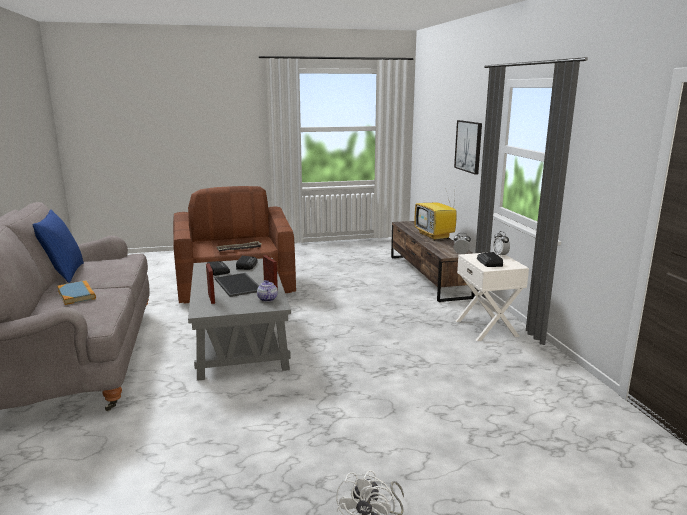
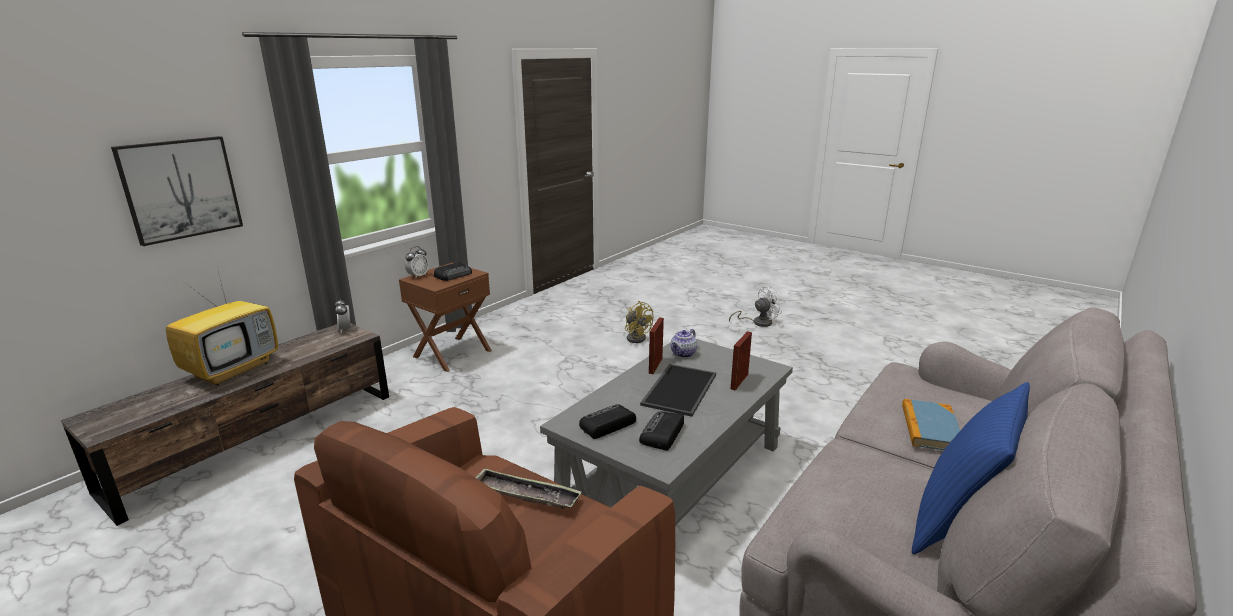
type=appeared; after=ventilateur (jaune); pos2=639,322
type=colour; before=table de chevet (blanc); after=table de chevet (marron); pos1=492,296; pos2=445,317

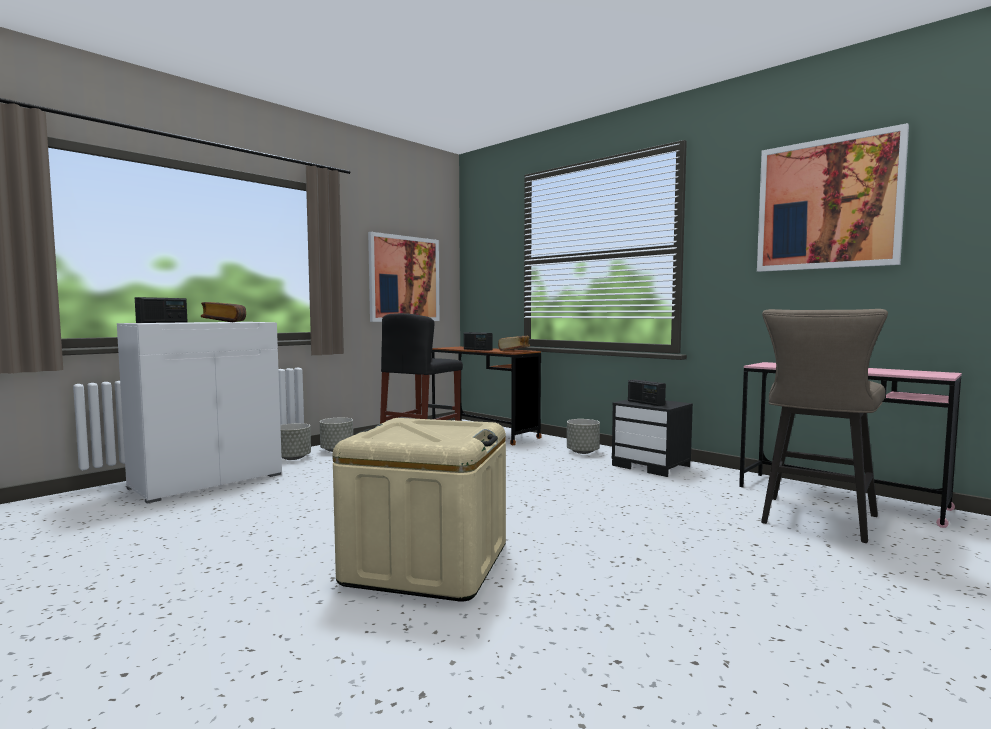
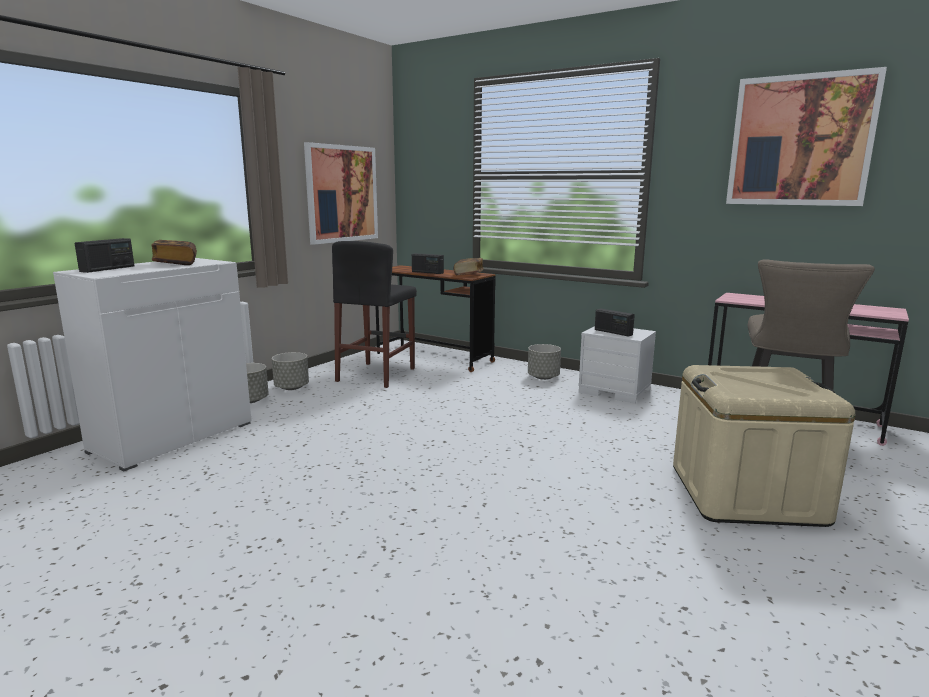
type=relocated; before=boîte de rangement (beige); pos1=419,510; pos2=764,446
type=colour; before=table de chevet (noir); after=table de chevet (blanc); pos1=652,438; pos2=617,365

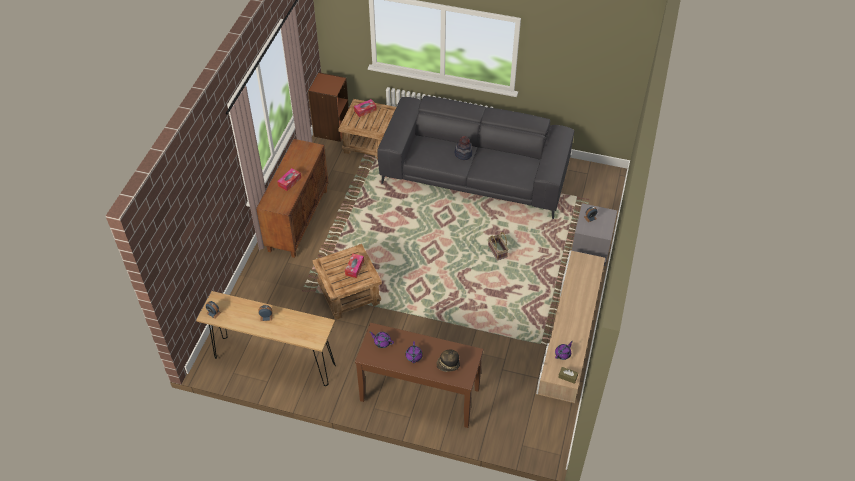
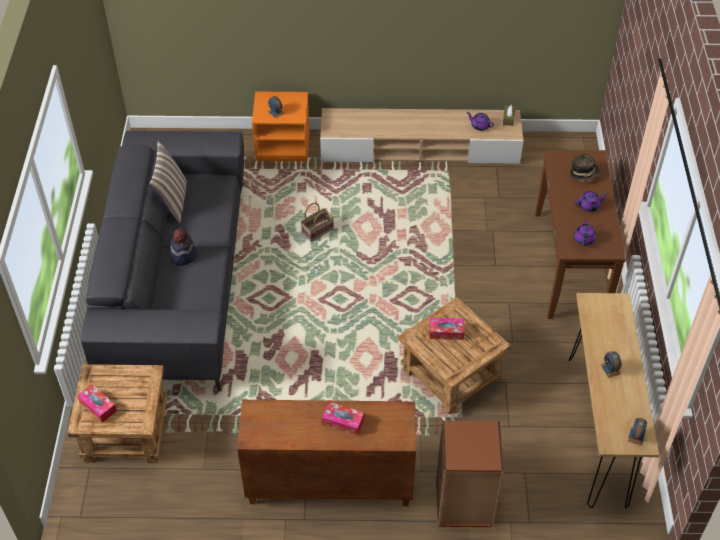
type=appeared; after=coussin; pos2=168,182
type=relocated; before=bibliothèque (marron); pos1=328,107; pos2=470,474
type=colour; before=table de chevet (gris); after=table de chevet (orange); pos1=594,234; pos2=281,126

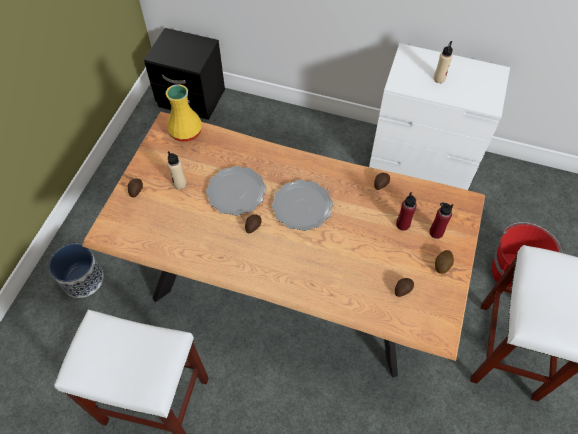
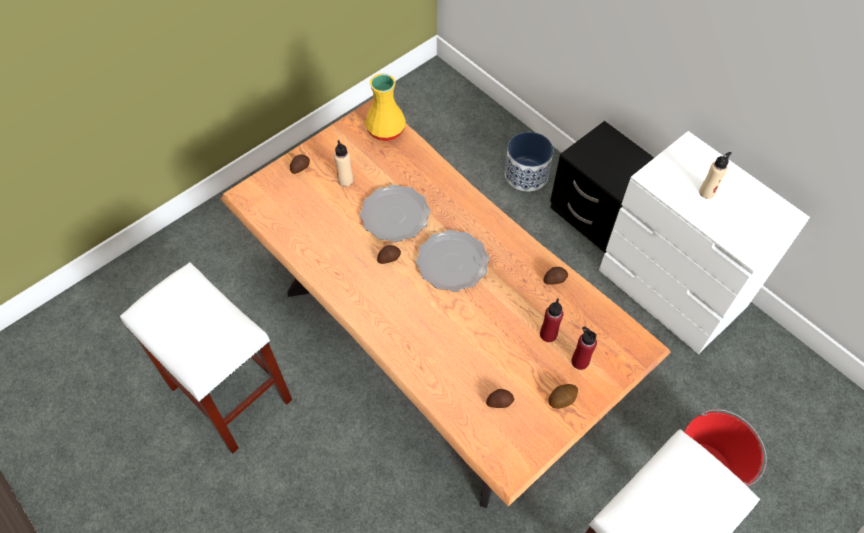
type=relocated; before=cache-pot; pos1=76,271; pos2=529,161
type=relocated; before=table de chevet (noir); pos1=184,74; pos2=602,187

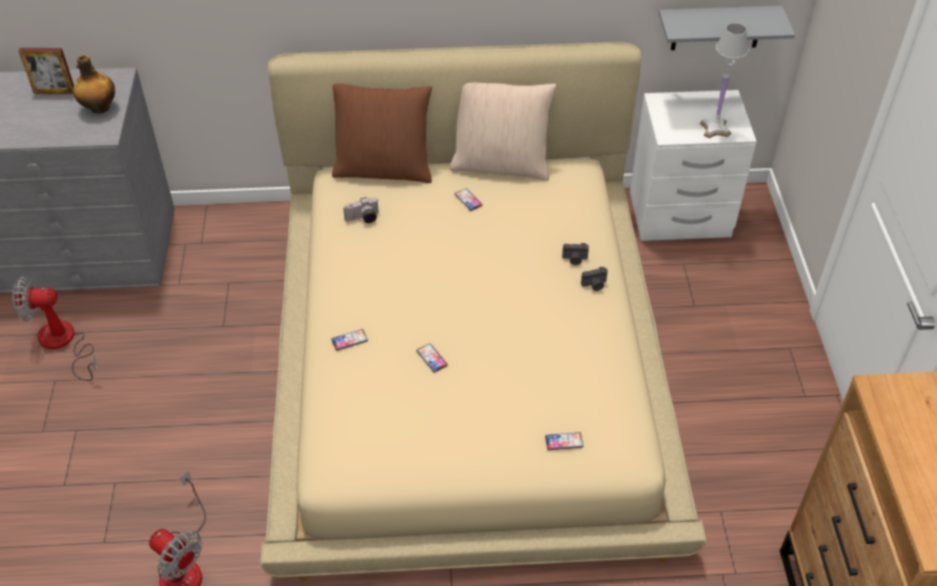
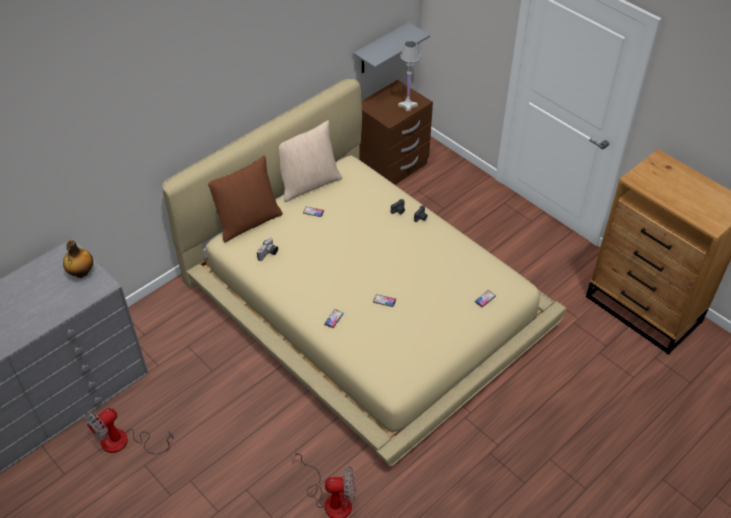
type=missing; before=cadre photo; pos1=46,71
type=colour; before=table de chevet (blanc); after=table de chevet (marron); pos1=693,165; pos2=396,132

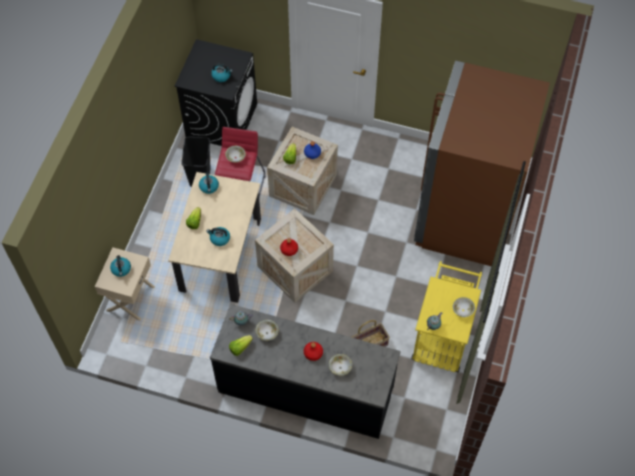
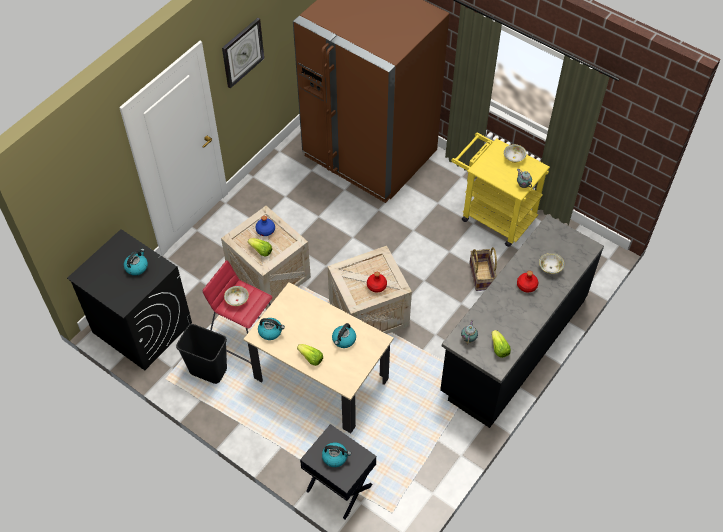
type=missing; before=bol; pos1=267,330
type=appeared; after=horloge murale; pos2=243,53
type=colour; before=table de chevet (beige); after=table de chevet (noir); pos1=125,284; pos2=338,471

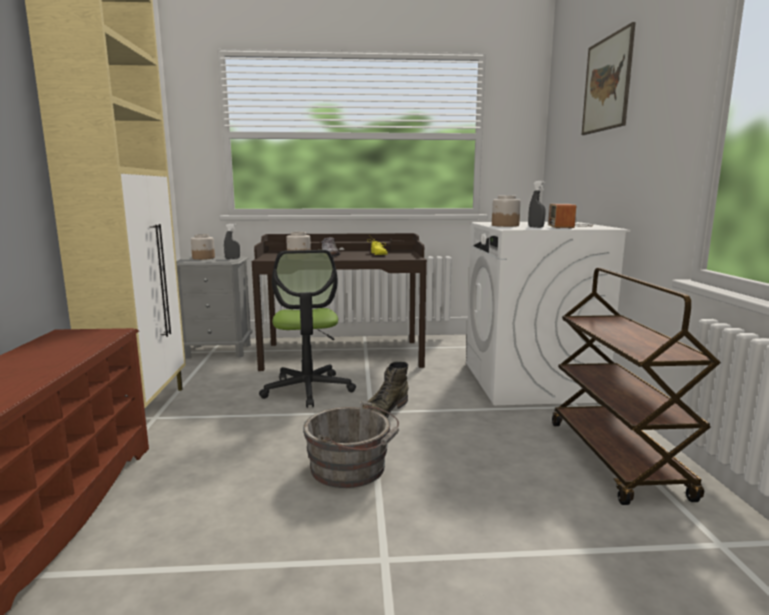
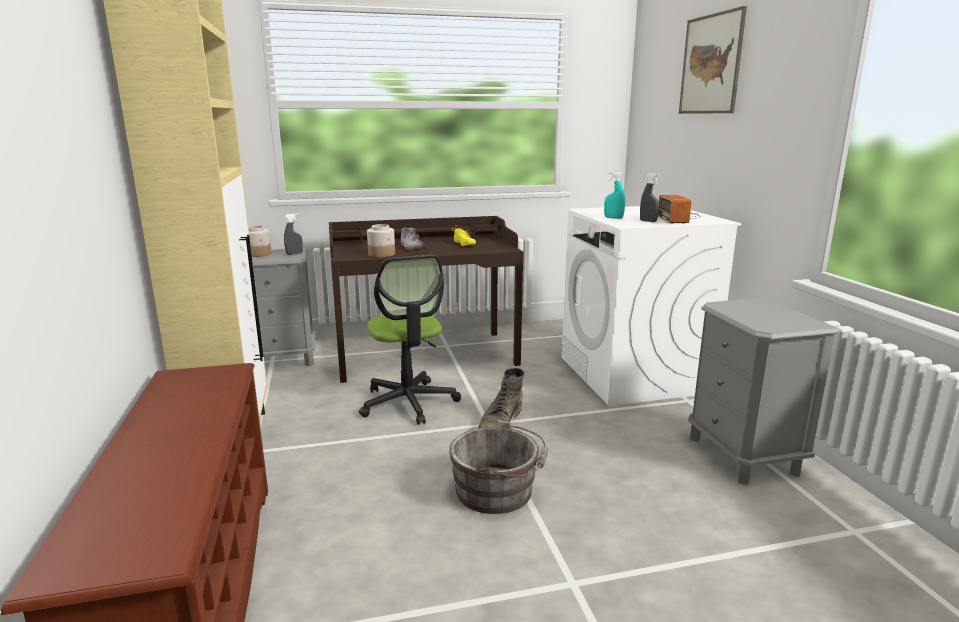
type=exchanged; before=bocal; after=vaporisateur (turquoise); pos1=506,211; pos2=614,195
type=exchanged; before=chariot (marron); after=table de chevet (gris); pos1=636,386; pos2=763,391

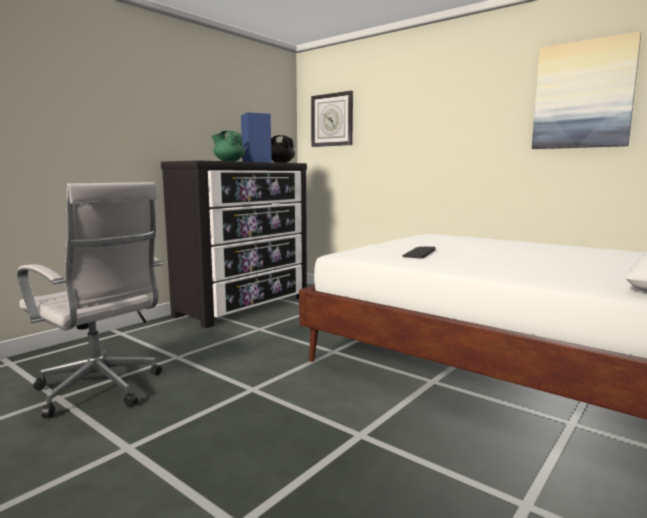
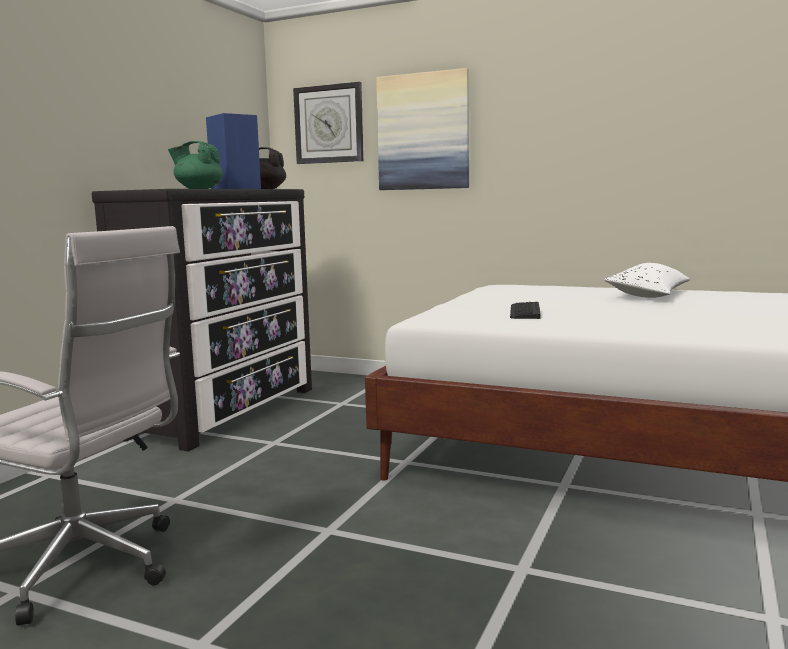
type=appeared; after=coussin (blanc); pos2=647,280
type=relocated; before=tableau; pos1=586,90; pos2=422,129

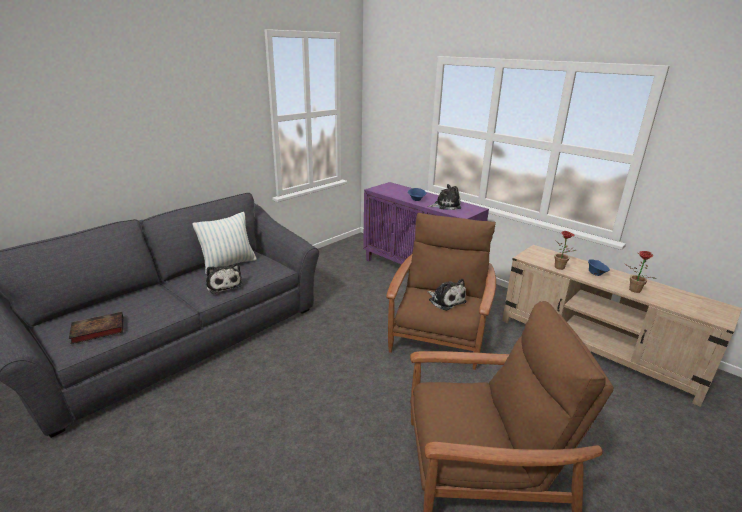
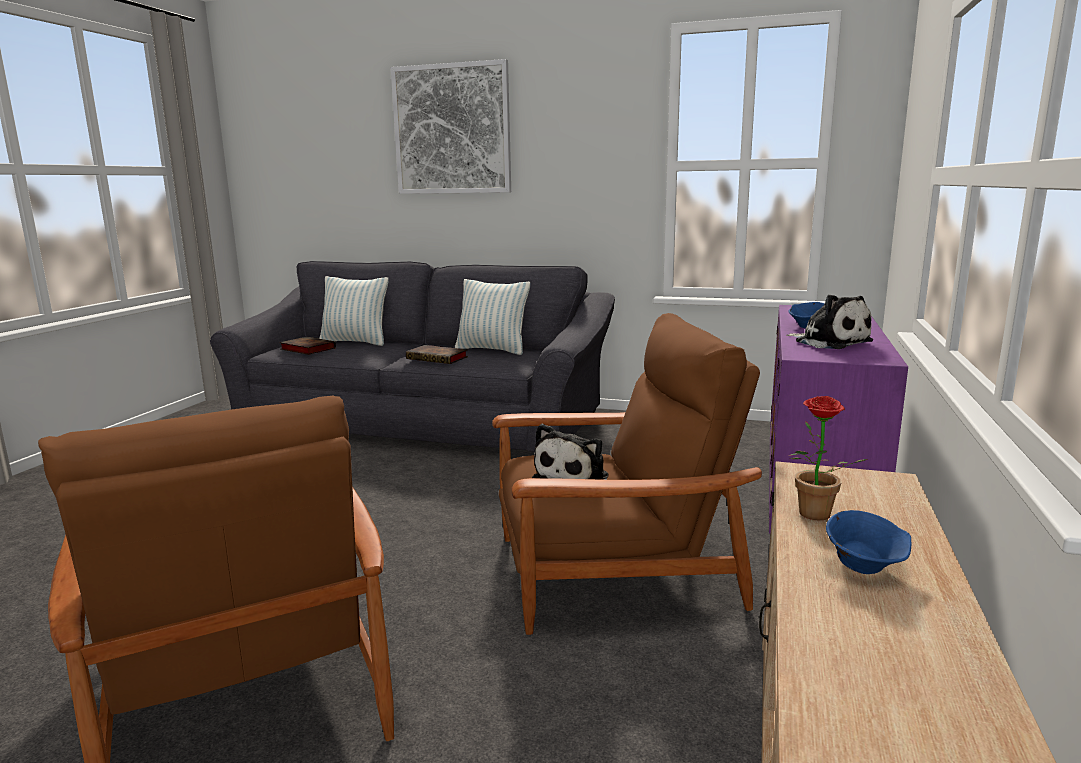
type=missing; before=plante en pot; pos1=641,272
type=appeared; after=coussin; pos2=354,311
type=appeared; after=tableau; pos2=451,126
type=exchanged; before=peluche; after=livre; pos1=224,278; pos2=437,354

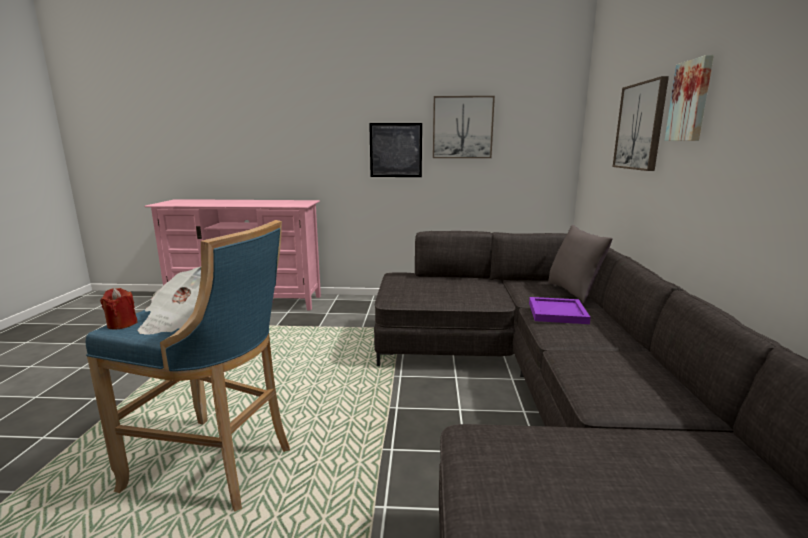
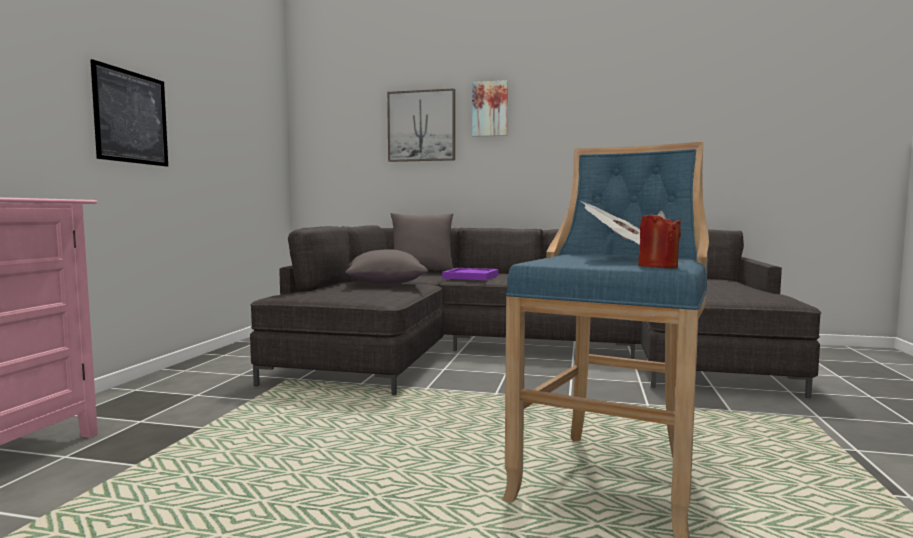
type=missing; before=tableau; pos1=464,127
type=appeared; after=coussin (gris); pos2=387,267

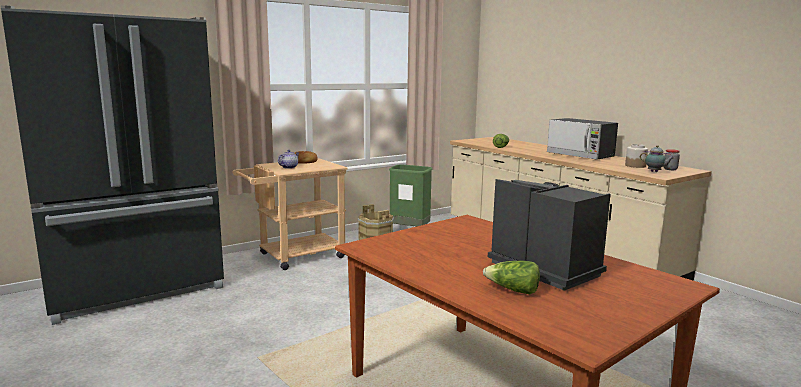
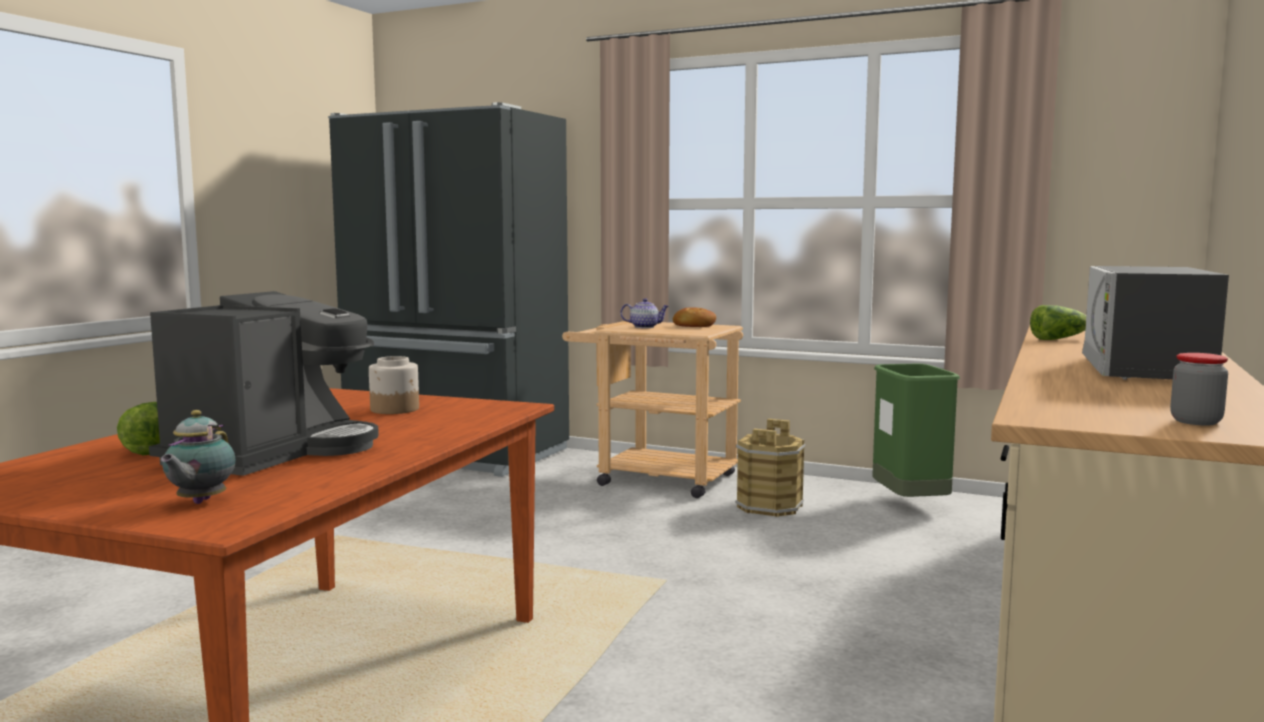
type=relocated; before=bocal; pos1=636,156; pos2=394,385
type=relocated; before=théière; pos1=657,158; pos2=198,457

